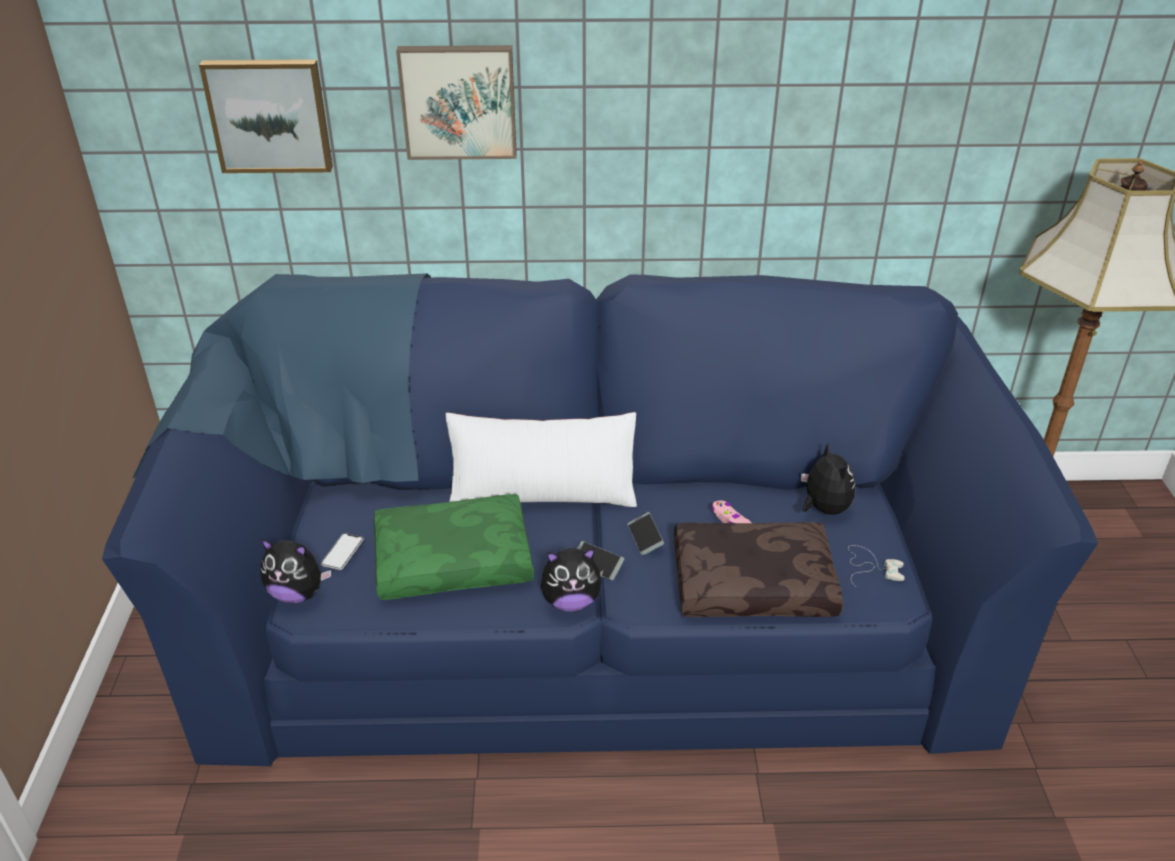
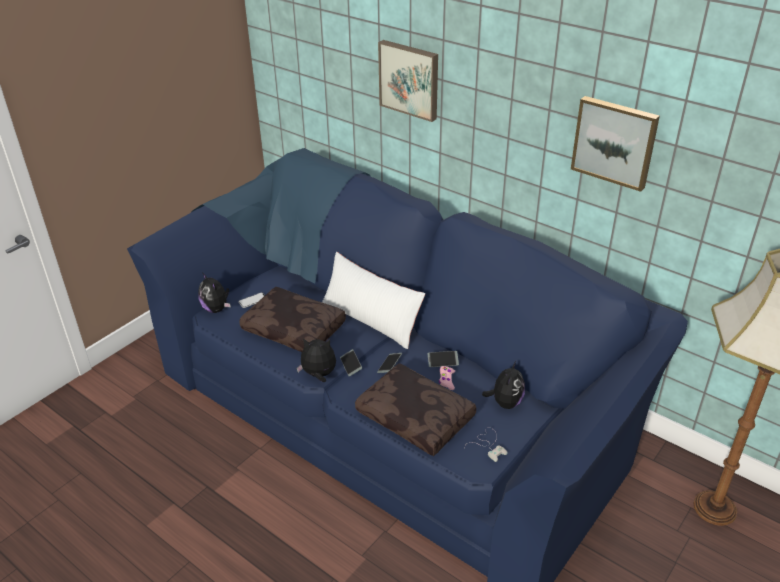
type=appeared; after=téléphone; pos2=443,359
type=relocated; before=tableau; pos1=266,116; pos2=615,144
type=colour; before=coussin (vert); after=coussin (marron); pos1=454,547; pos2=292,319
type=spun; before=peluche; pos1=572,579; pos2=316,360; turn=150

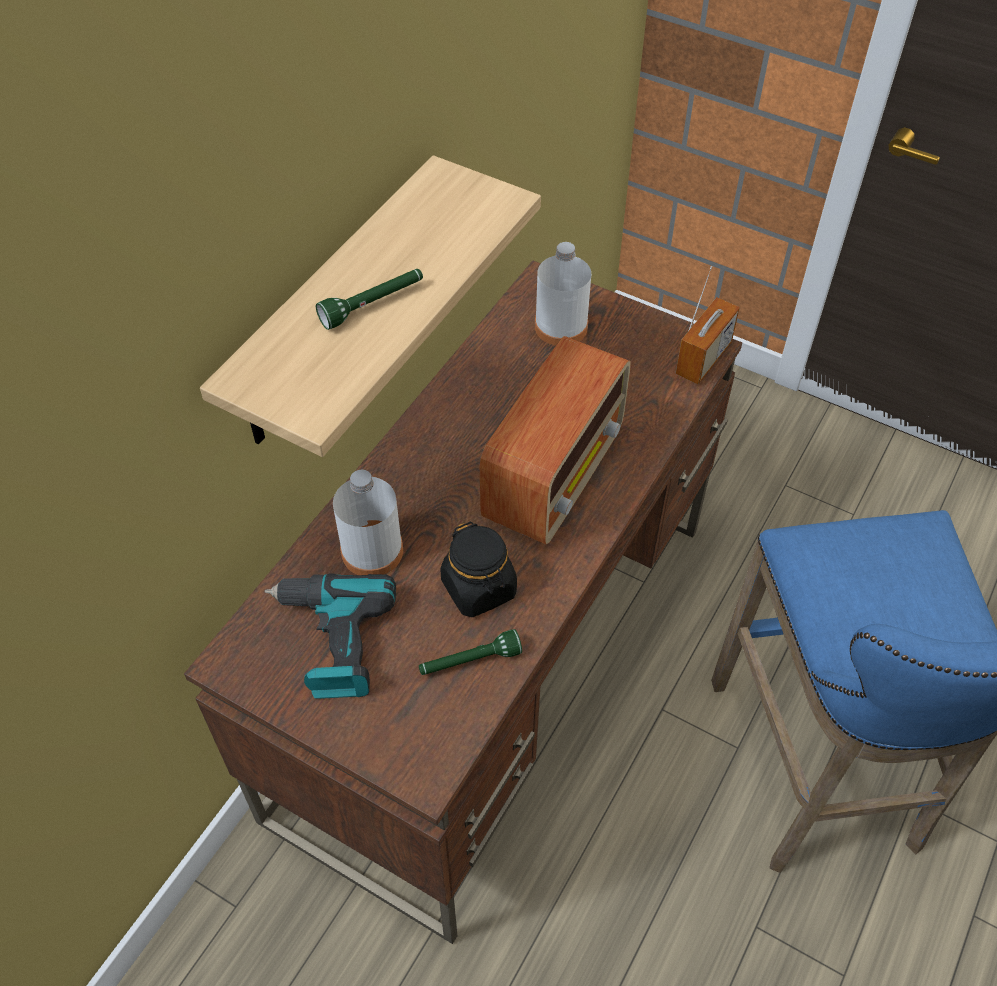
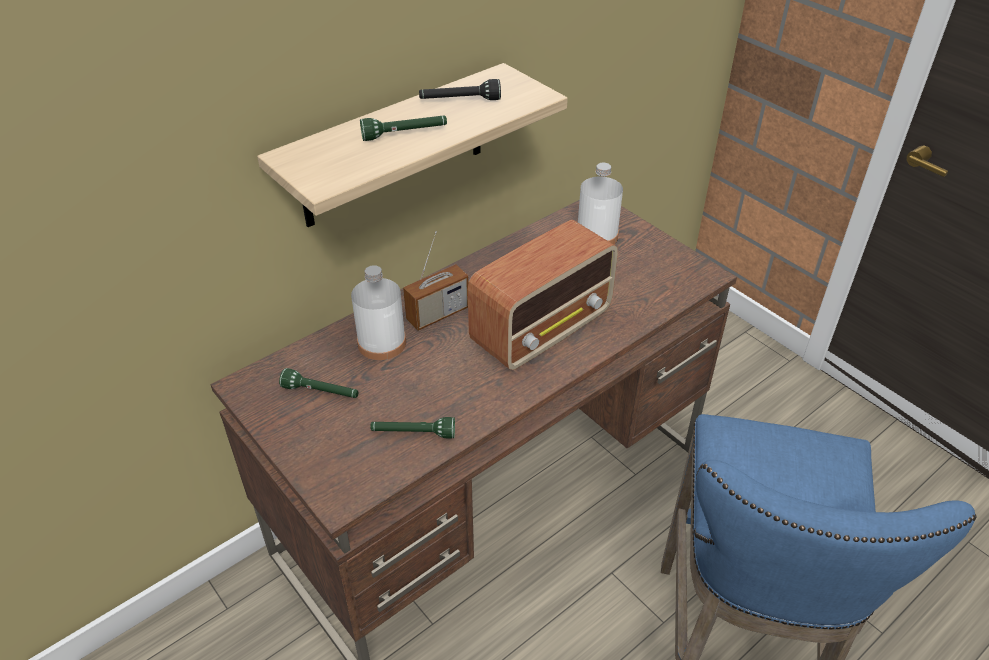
type=missing; before=bocal (noir); pos1=478,569
type=appeared; after=lampe de poche (noir); pos2=460,89
type=relocated; before=radio; pos1=707,325; pos2=436,281
type=exchanged; before=perceuse; after=lampe de poche (vert); pos1=330,636; pos2=318,383

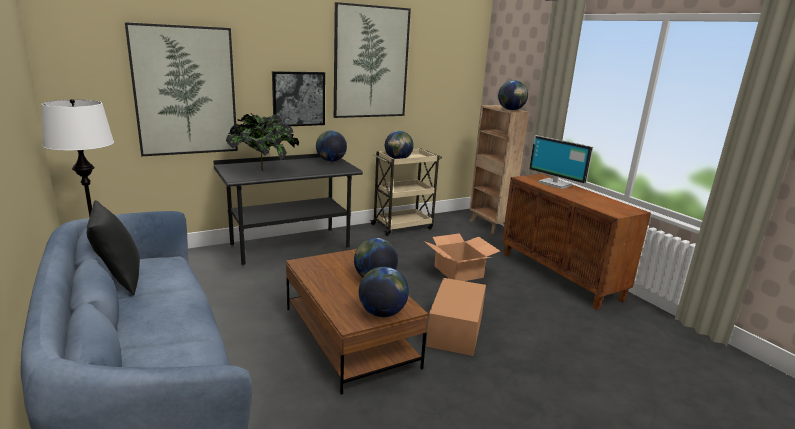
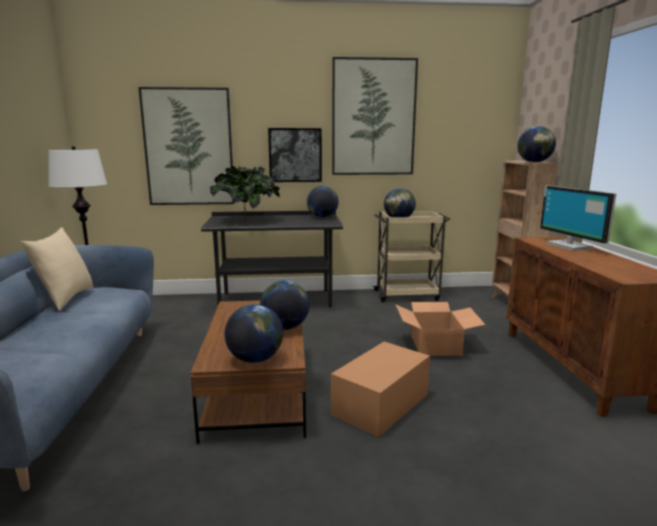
type=colour; before=coussin (noir); after=coussin (beige); pos1=113,247; pos2=57,269

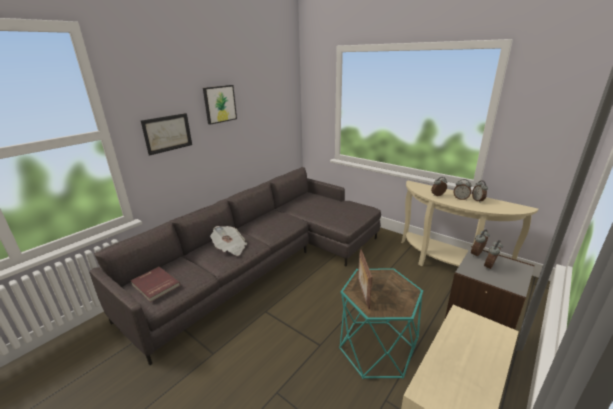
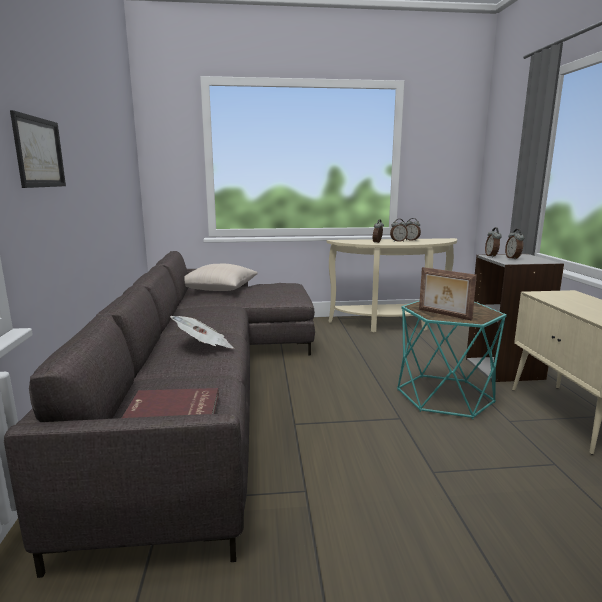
type=missing; before=tableau; pos1=220,105
type=appeared; after=coussin (beige); pos2=221,277

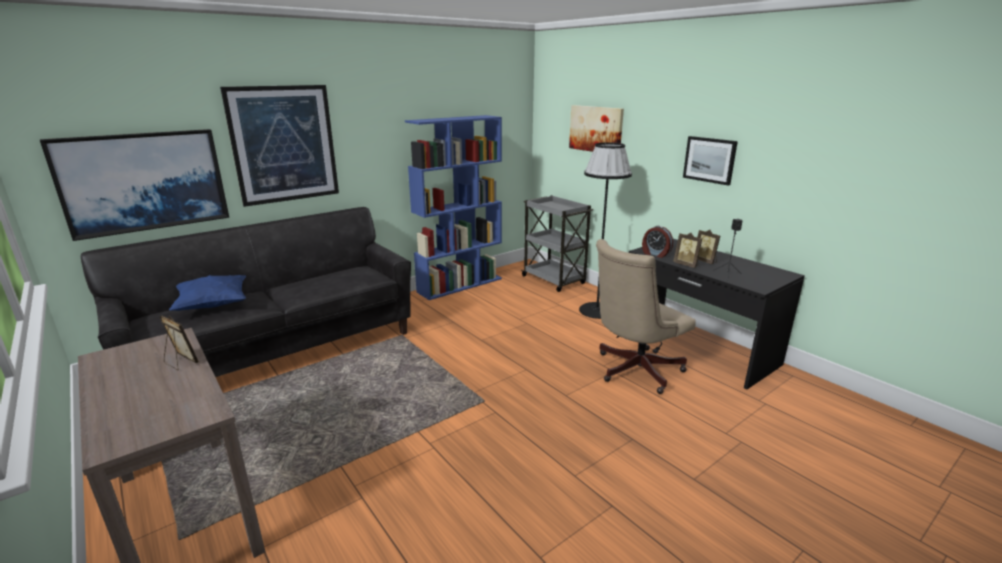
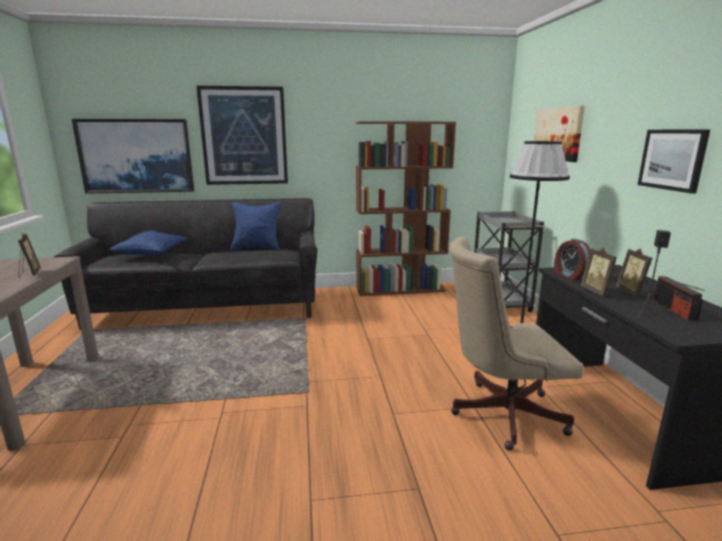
type=appeared; after=coussin (bleu); pos2=256,226
type=appeared; after=radio; pos2=679,298
type=colour; before=bibliothèque (bleu); after=bibliothèque (marron); pos1=453,207; pos2=406,208

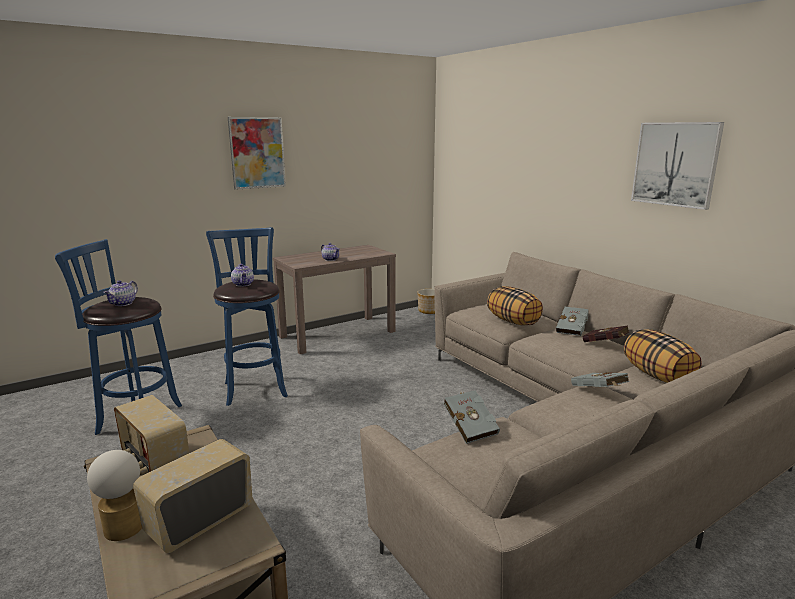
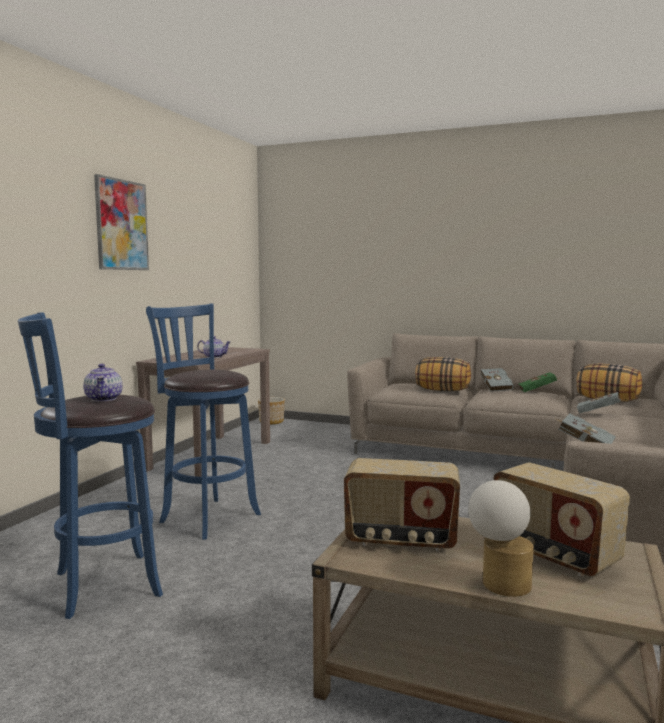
type=missing; before=théière; pos1=242,275
type=missing; before=tableau; pos1=677,166
type=colour; before=livre (rouge); after=livre (vert); pos1=606,333; pos2=540,382
type=spun; before=radio; pos1=193,496; pos2=561,519; turn=-45

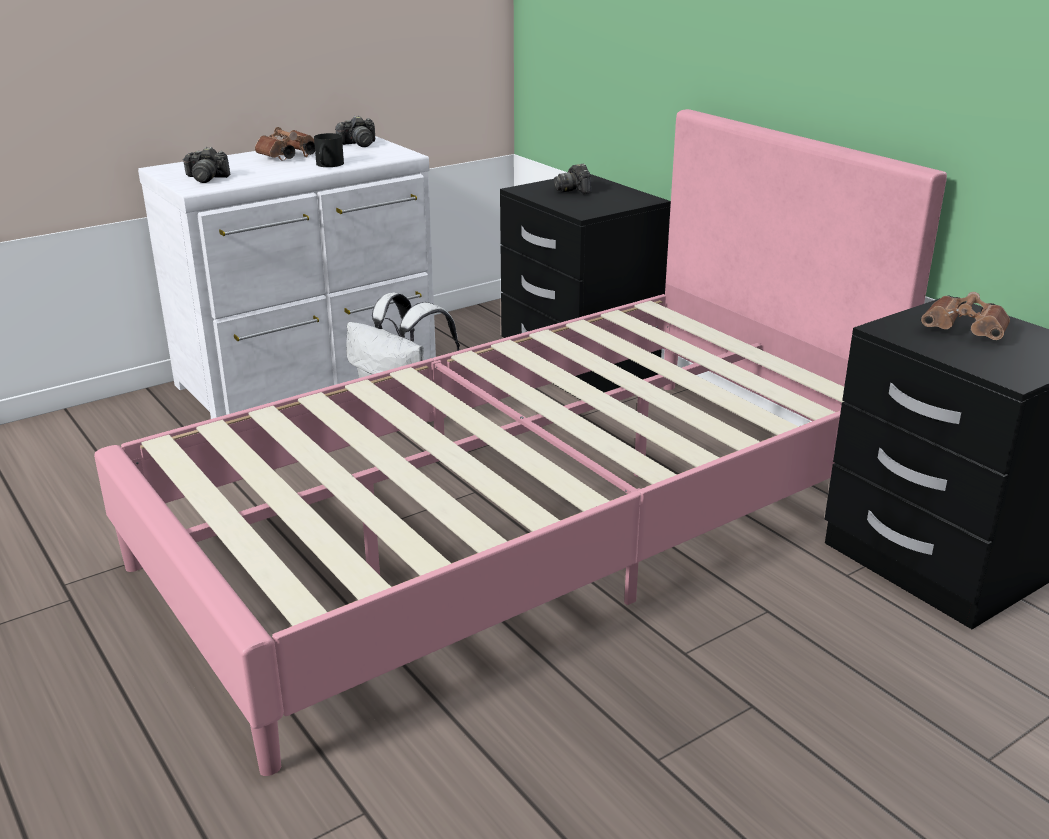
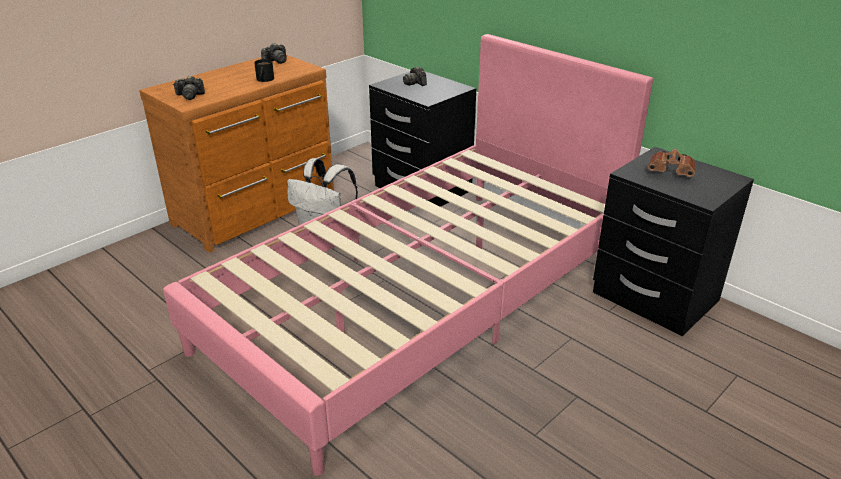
type=missing; before=jumelles (marron); pos1=285,144
type=colour; before=commode (blanc); after=commode (marron); pos1=287,277; pos2=237,154

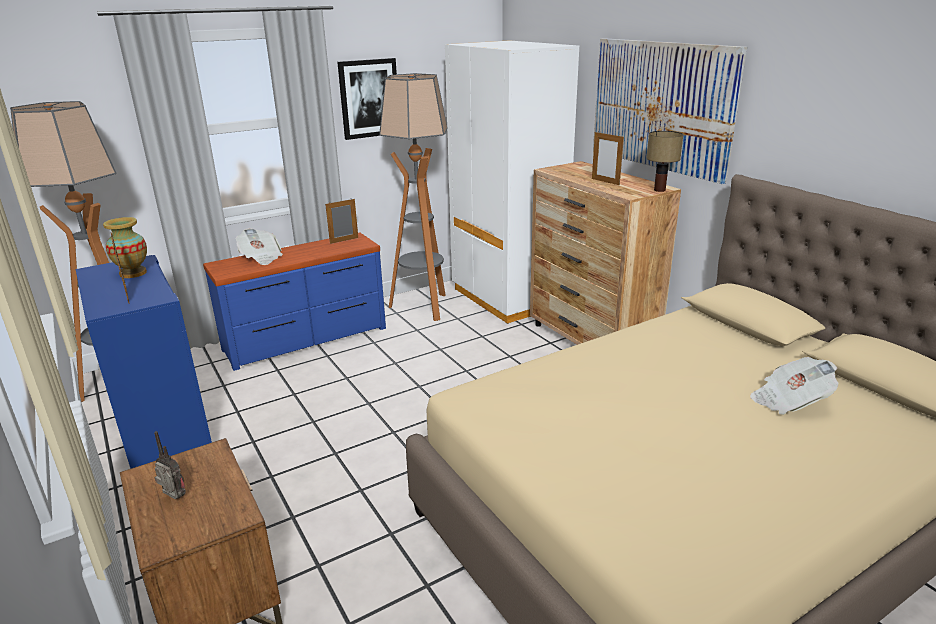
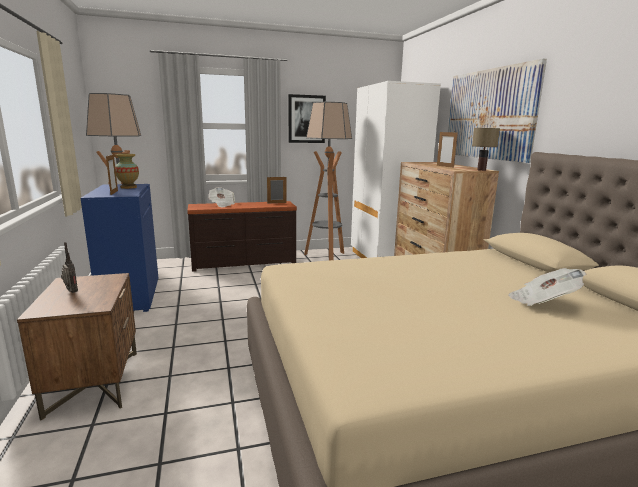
type=colour; before=commode (bleu); after=commode (marron); pos1=294,301; pos2=242,236

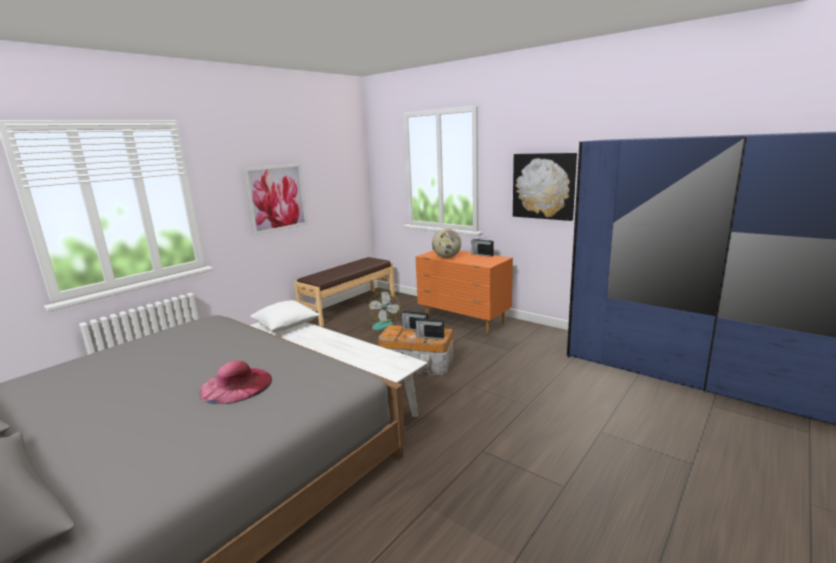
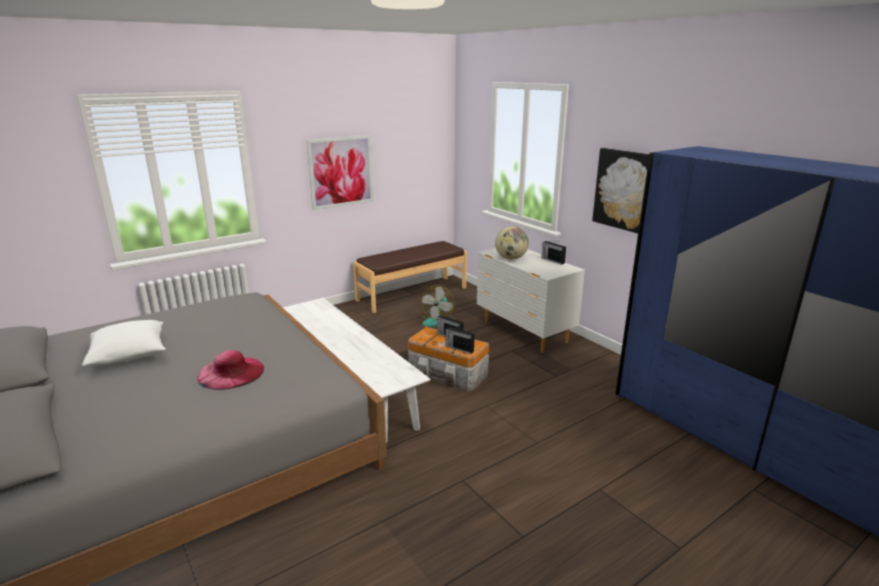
type=relocated; before=coussin (blanc); pos1=285,316; pos2=124,343
type=colour; before=commode (orange); after=commode (blanc); pos1=464,292; pos2=531,300

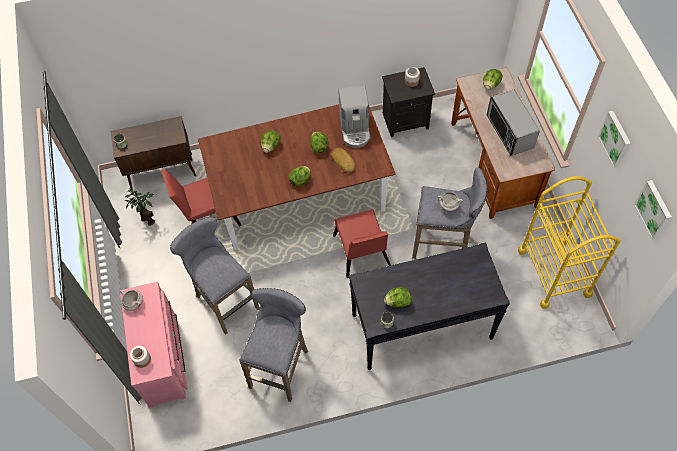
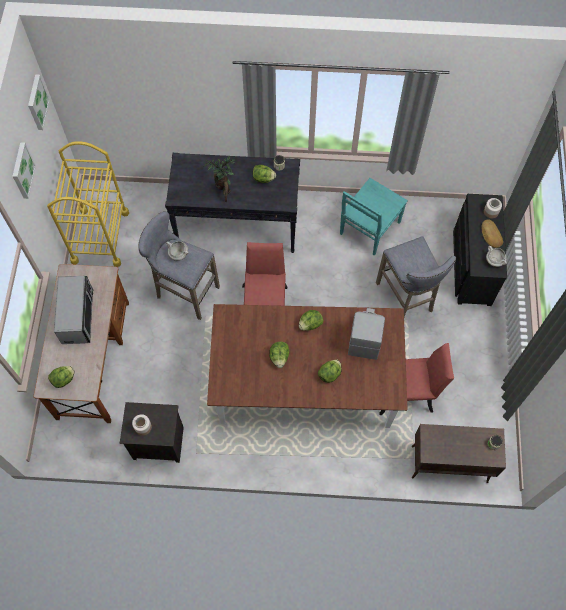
type=relocated; before=plante en pot; pos1=139,207; pos2=219,179
type=relocated; before=pain; pos1=343,160; pos2=492,233
type=relocated; before=machine à café; pos1=354,117; pos2=366,334
type=exchanged; before=tabouret (gris); after=chaise (turquoise); pos1=273,345; pos2=374,217
type=colour; before=commode (rose); after=commode (noir); pos1=154,344; pos2=480,250

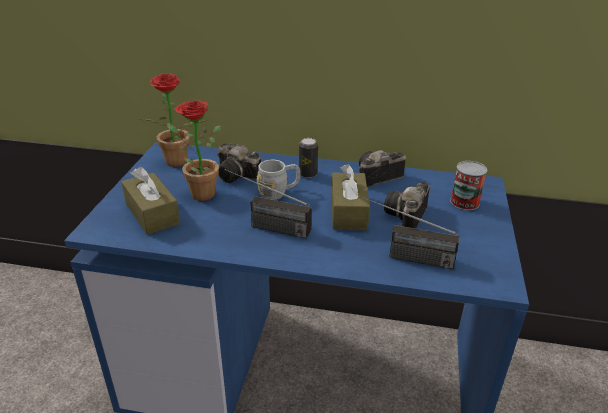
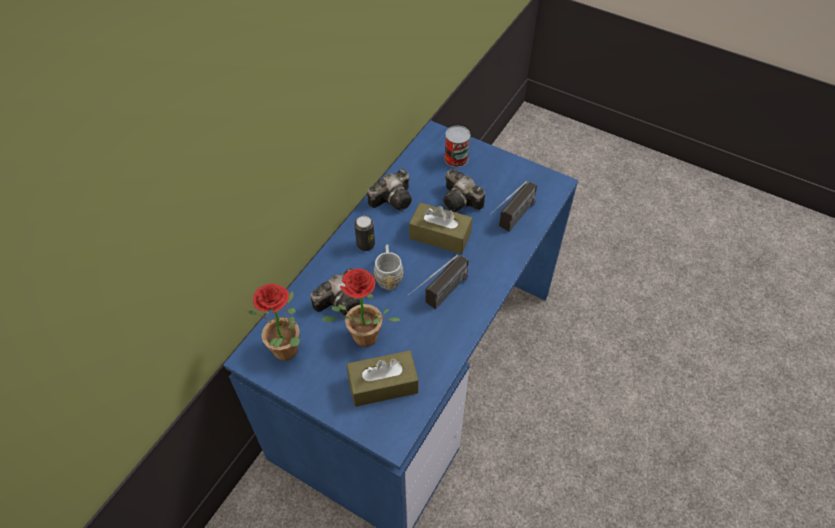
type=spun; before=appareil photo; pos1=382,168; pos2=389,189; turn=-120

